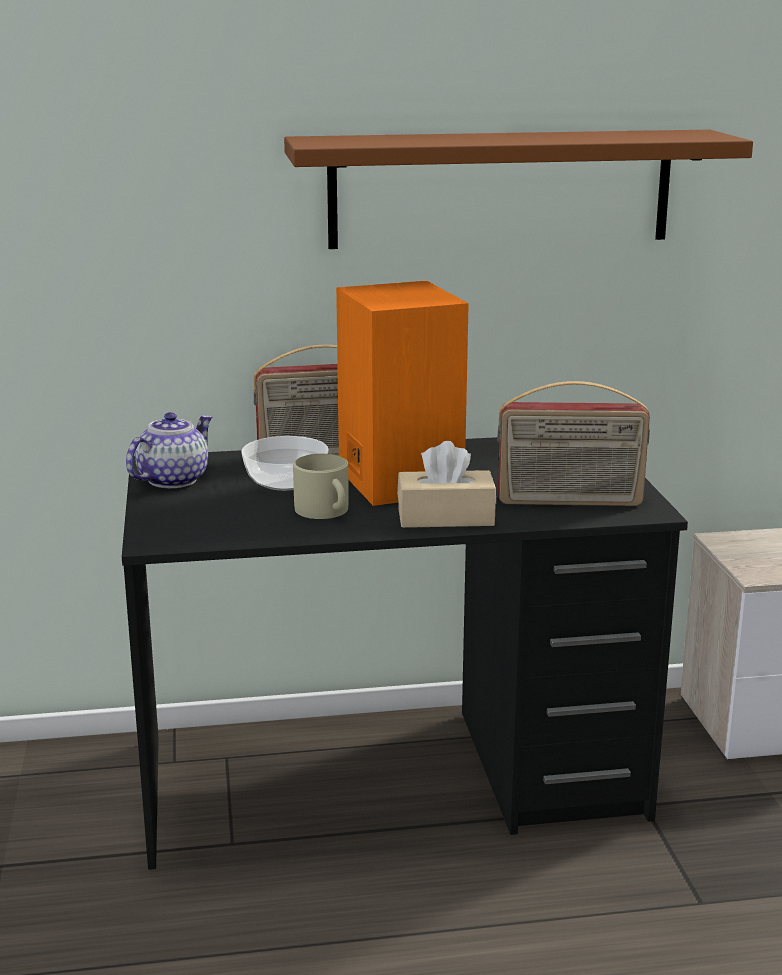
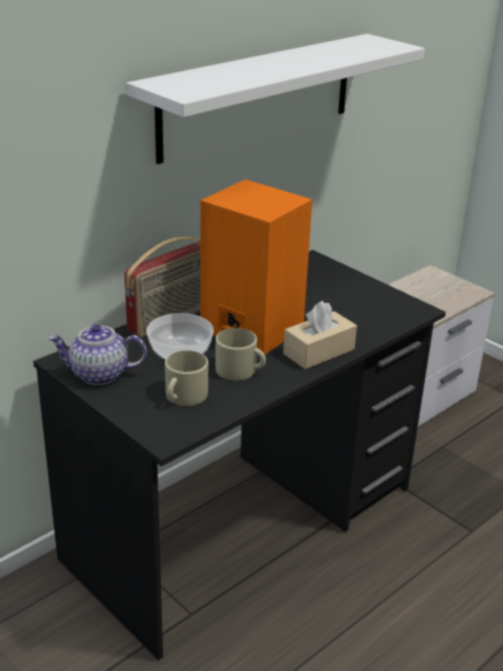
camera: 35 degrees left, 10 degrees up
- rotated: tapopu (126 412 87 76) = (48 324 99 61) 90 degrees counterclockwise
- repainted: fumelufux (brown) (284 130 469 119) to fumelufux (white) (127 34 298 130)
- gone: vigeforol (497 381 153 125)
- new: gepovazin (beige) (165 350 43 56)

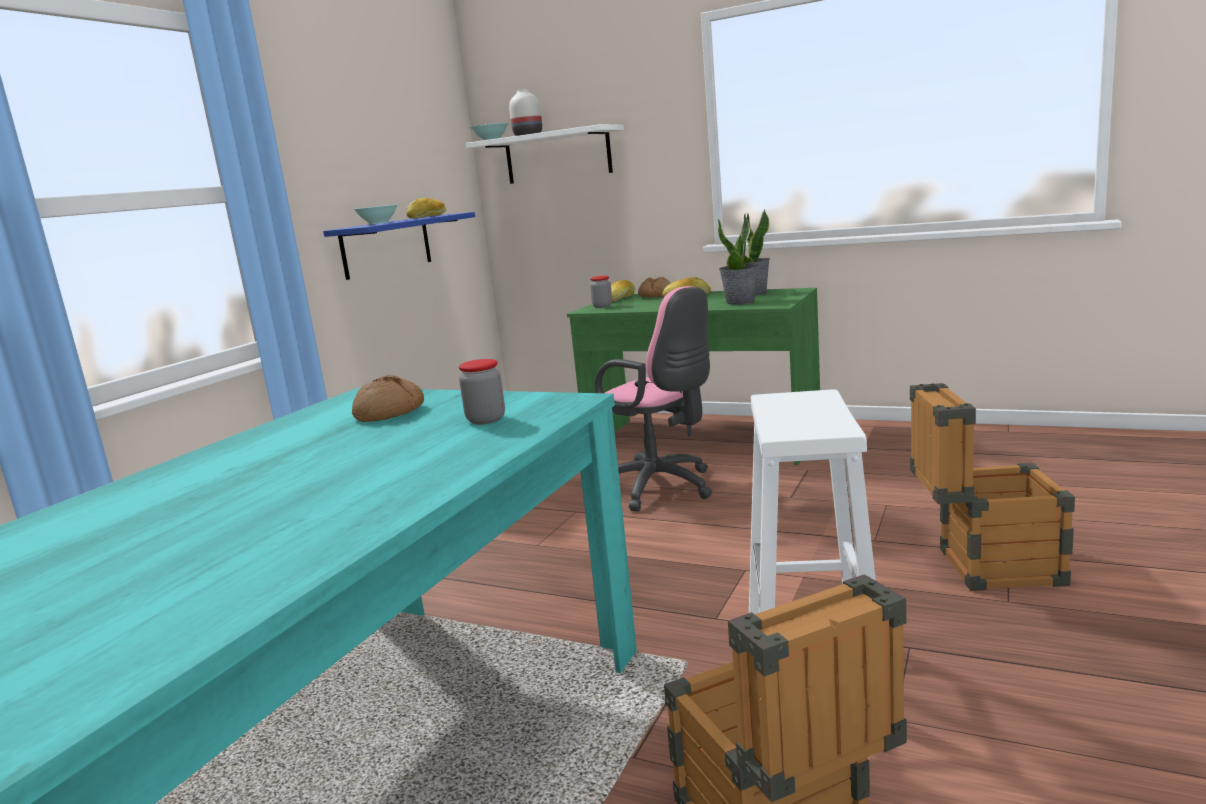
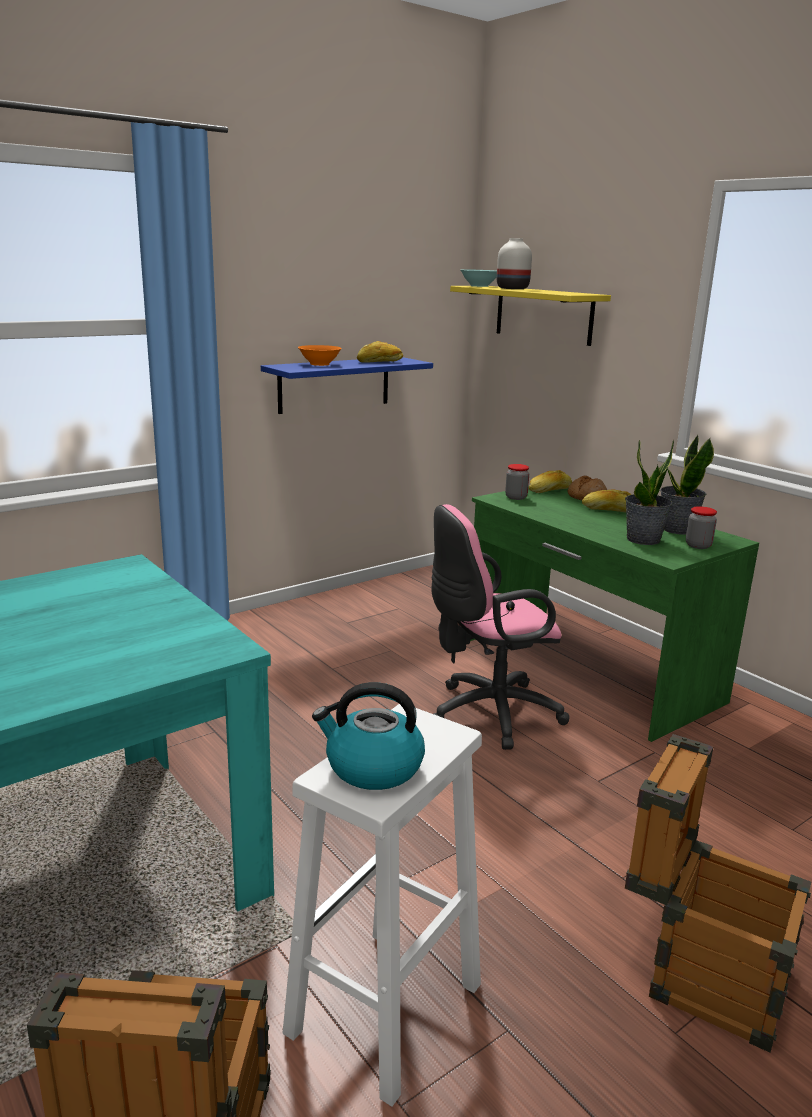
camera: 25 degrees right, 5 degrees up
- gone: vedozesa (352 375 72 47)
- repainted: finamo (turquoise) (354 204 44 21) to finamo (orange) (298 345 44 21)
- shifted: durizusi (459 359 46 66) to (686 506 31 43)
- repainted: fumelufux (white) (466 124 158 60) to fumelufux (yellow) (450 286 161 60)
- rotated: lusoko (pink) (595 286 117 225) = (431 504 139 246) 90 degrees clockwise
- new: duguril (312 682 113 108)

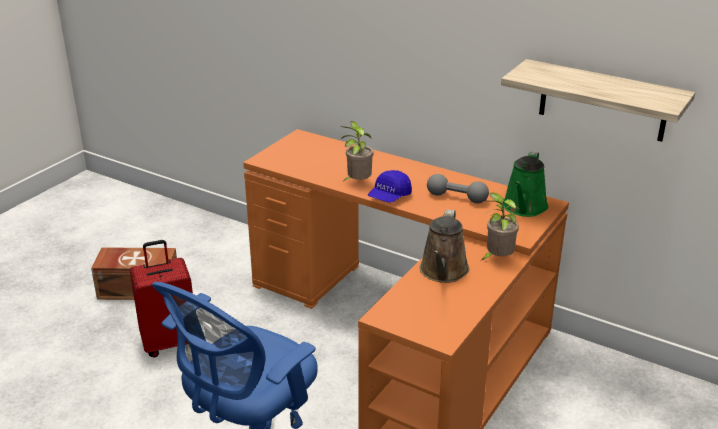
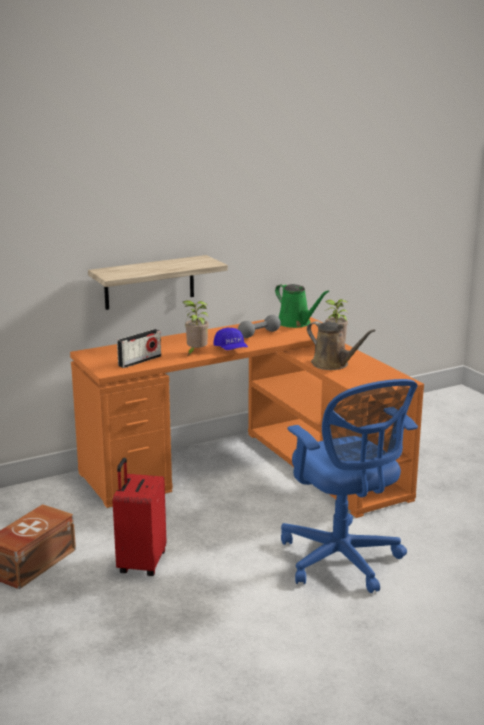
camera: 60 degrees left, 10 degrees down
- shifted: fumelufux (501 59 194 83) to (88 255 140 55)
- new: vigeforol (117 329 44 39)

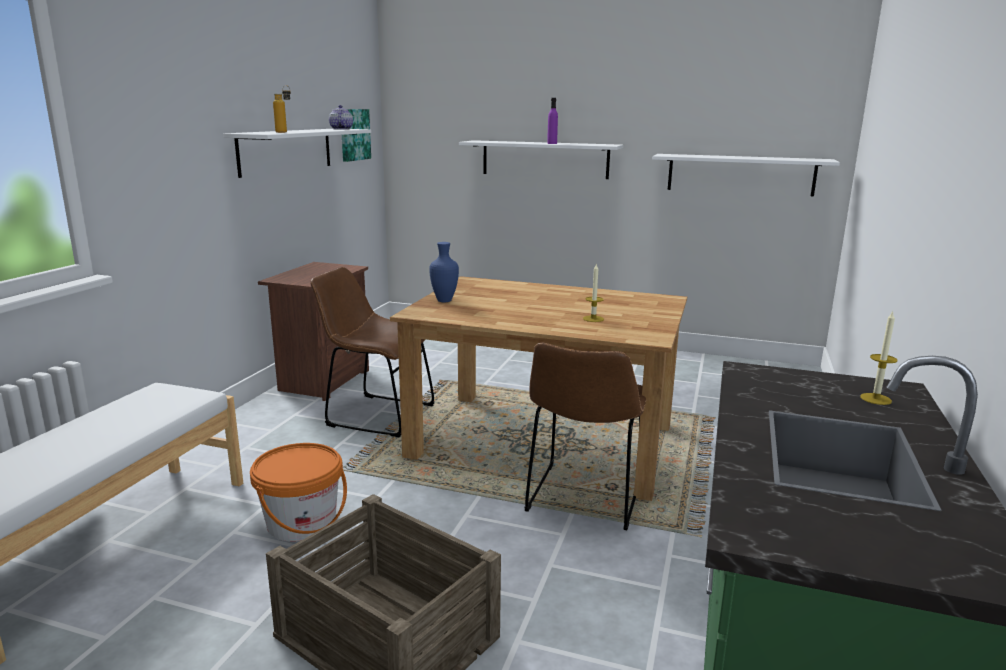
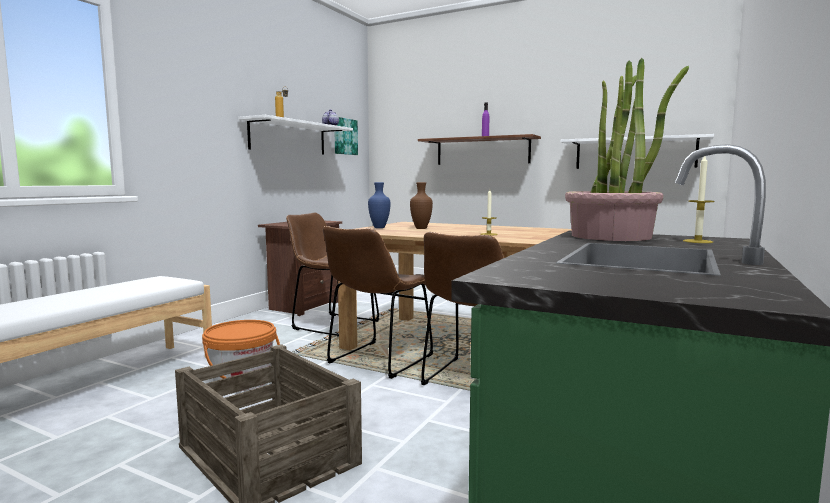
camera: 10 degrees right, 10 degrees down
- repainted: fumelufux (white) (459 140 164 39) to fumelufux (brown) (418 134 123 31)
- new: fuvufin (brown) (323 226 110 153)
- new: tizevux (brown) (410 182 23 47)
- new: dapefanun (565 58 124 183)

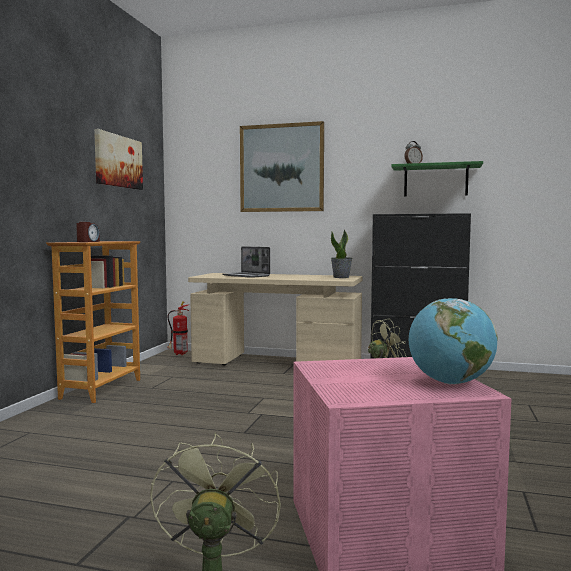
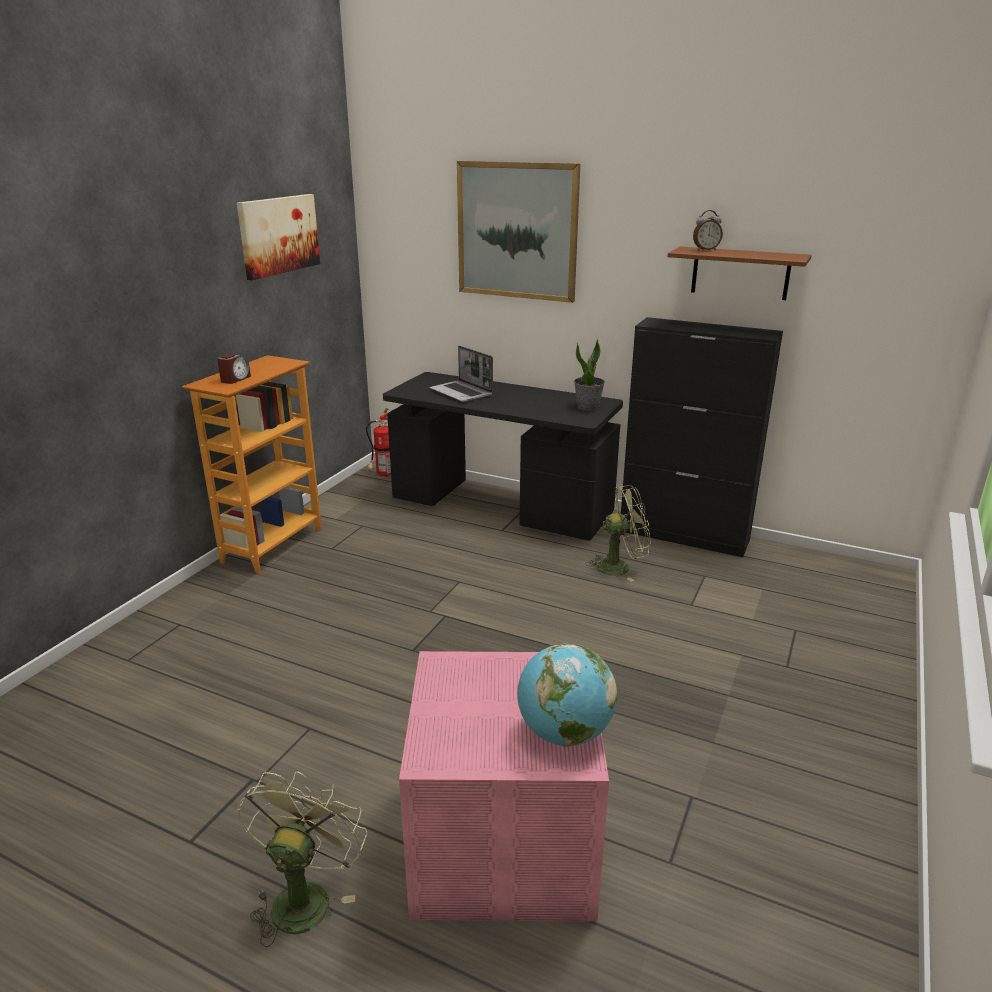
camera: 10 degrees right, 20 degrees up
- repainted: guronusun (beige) (188 273 175 92) to guronusun (black) (383 372 240 169)
- repainted: fumelufux (green) (391 161 92 36) to fumelufux (brown) (667 247 145 53)

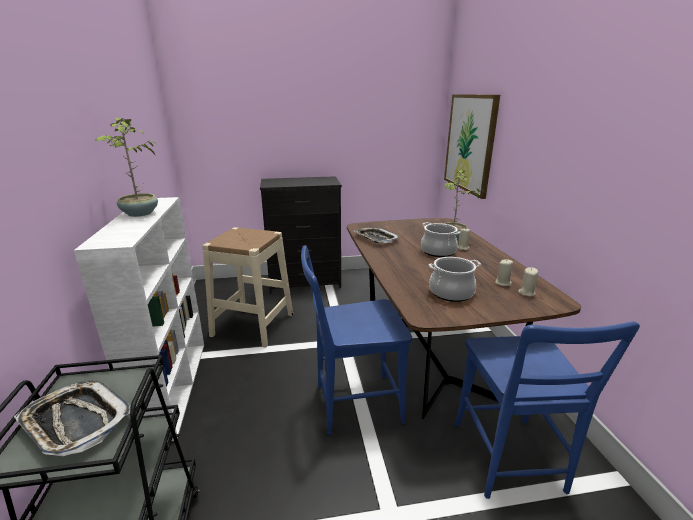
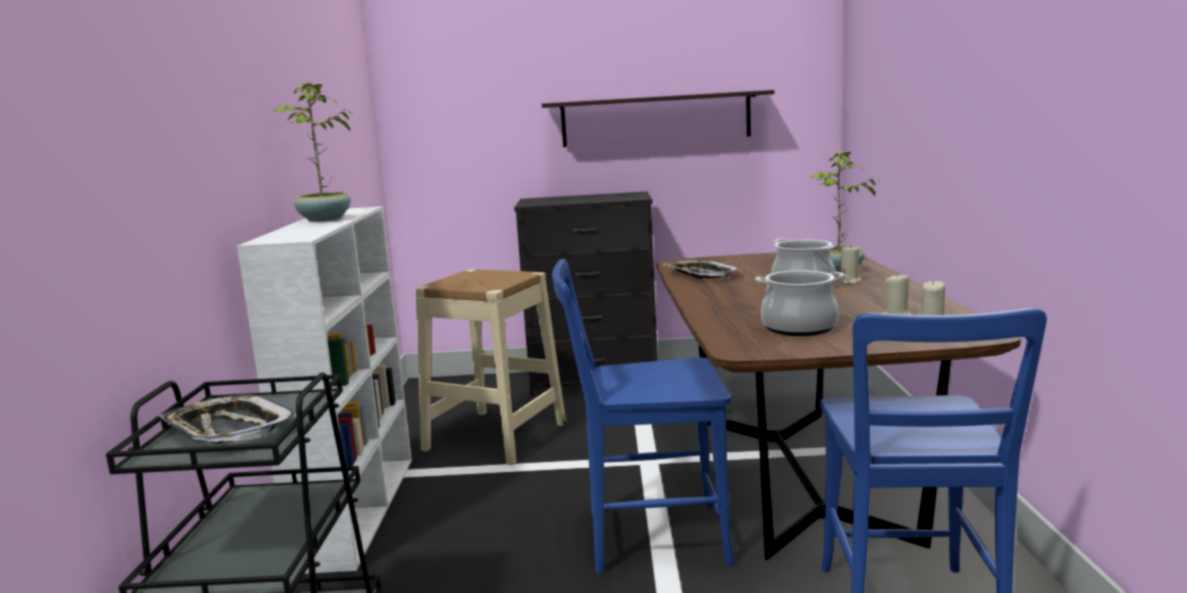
camera: 10 degrees right, 10 degrees down
- gone: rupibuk (444 94 56 105)
- new: fumelufux (542 90 232 57)

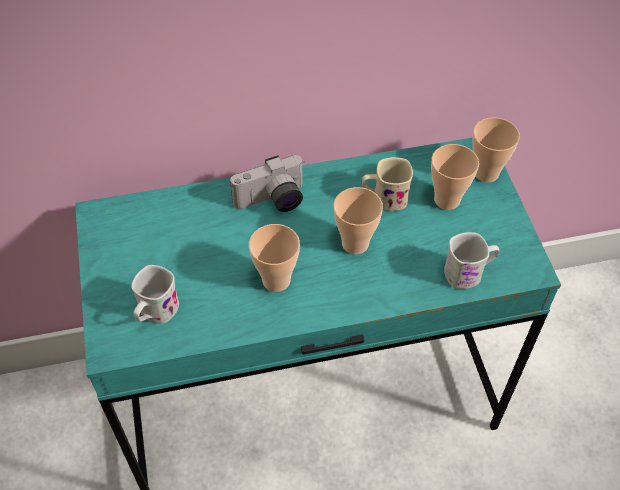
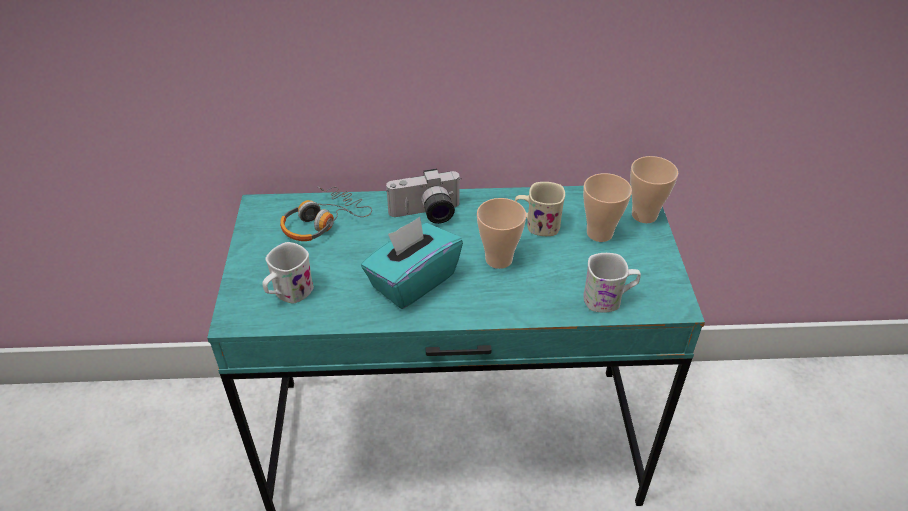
camera: 10 degrees right, 10 degrees down
- swapped: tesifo (249 224 51 68) to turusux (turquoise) (361 217 102 92)
- new: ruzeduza (280 187 92 54)

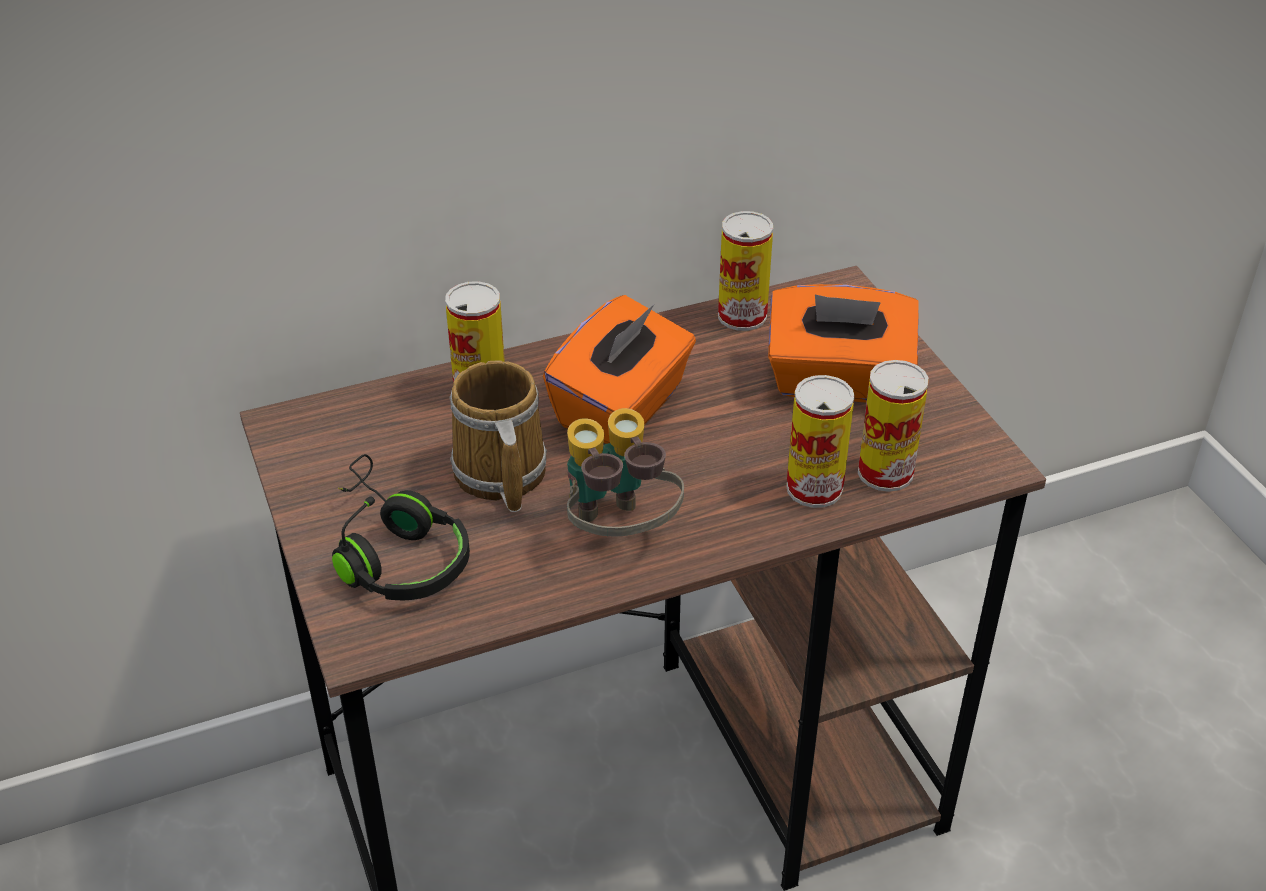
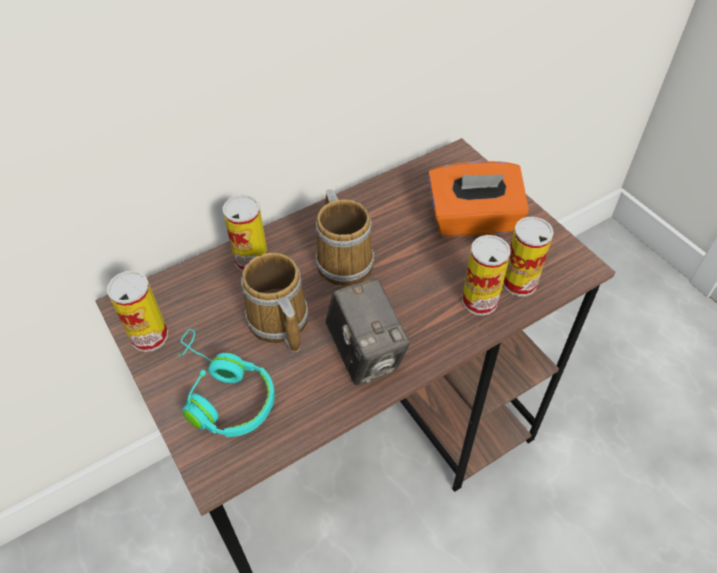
camera: 10 degrees left, 10 degrees up
- repainted: ruzeduza (black) (332 454 138 147) to ruzeduza (turquoise) (176 329 99 108)
- swapped: turusux (orange) (543 295 153 149) to gepovazin (316 189 59 97)
- swapped: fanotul (567 408 117 128) to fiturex (326 278 84 107)
- shifted: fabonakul (718 211 55 120) to (107 270 61 82)

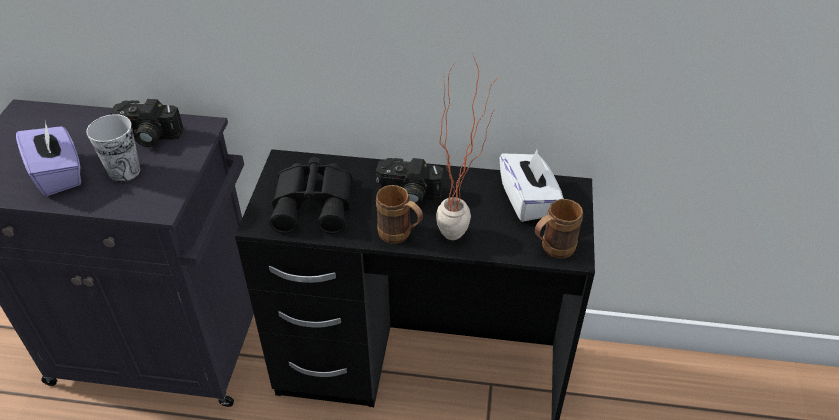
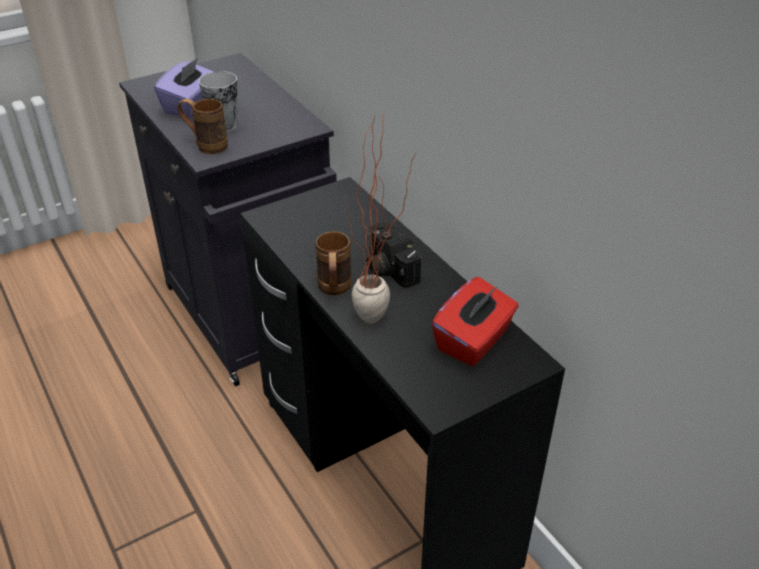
camera: 50 degrees right, 5 degrees down
- gone: fiturex (110 99 74 48)
- gone: fanotul (black) (270 157 83 77)
- repainted: turusux (white) (499 149 65 73) to turusux (red) (432 277 87 89)
- shifted: gepovazin (brown) (535 199 48 59) to (177 99 51 55)

